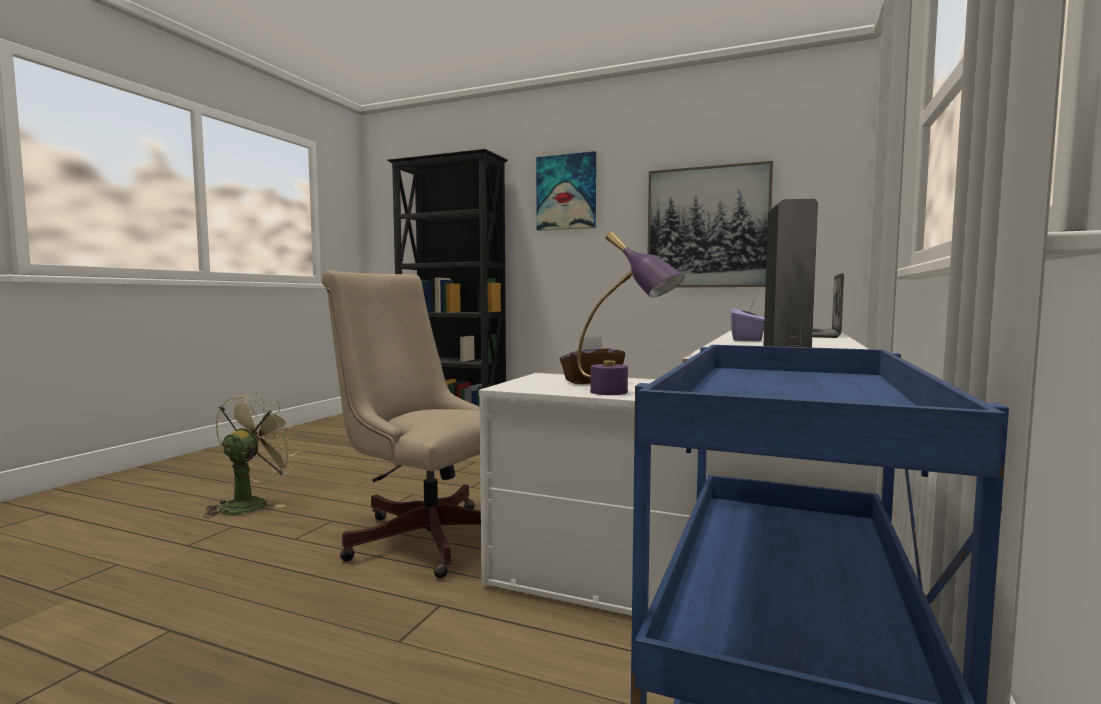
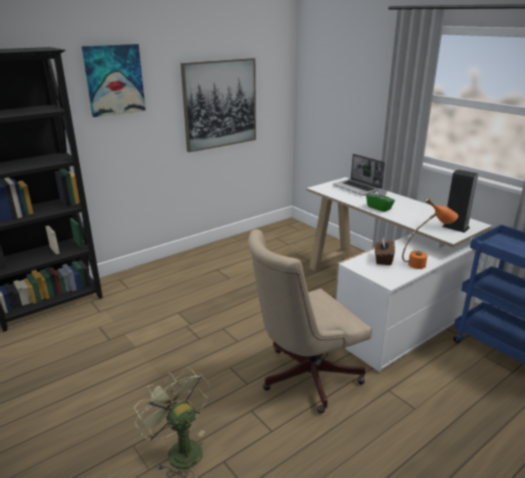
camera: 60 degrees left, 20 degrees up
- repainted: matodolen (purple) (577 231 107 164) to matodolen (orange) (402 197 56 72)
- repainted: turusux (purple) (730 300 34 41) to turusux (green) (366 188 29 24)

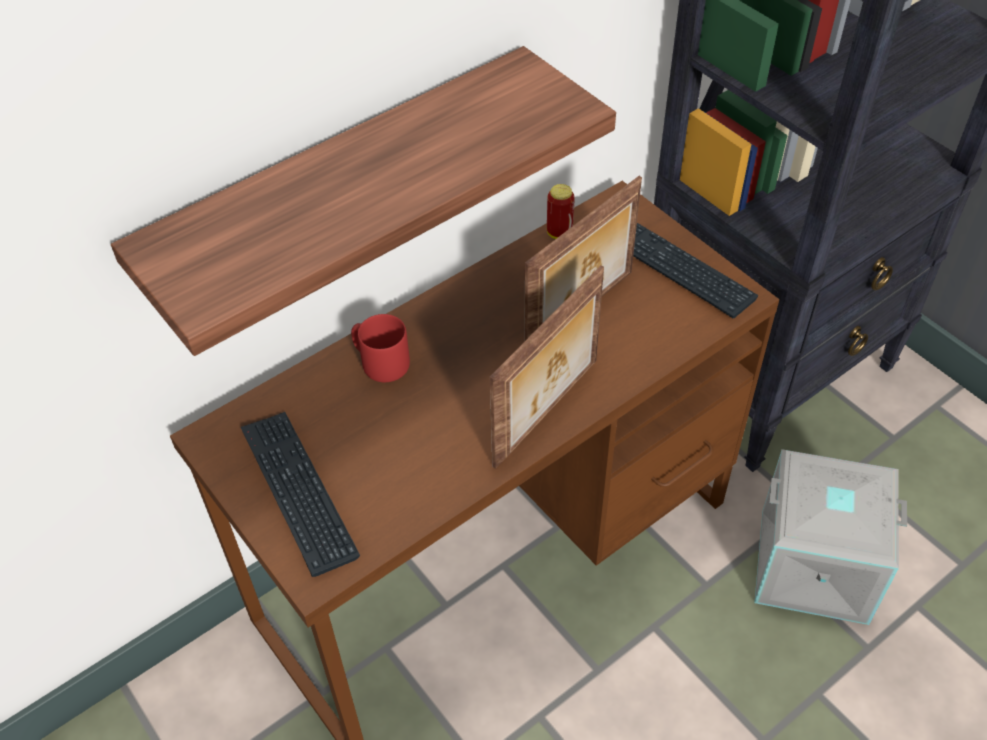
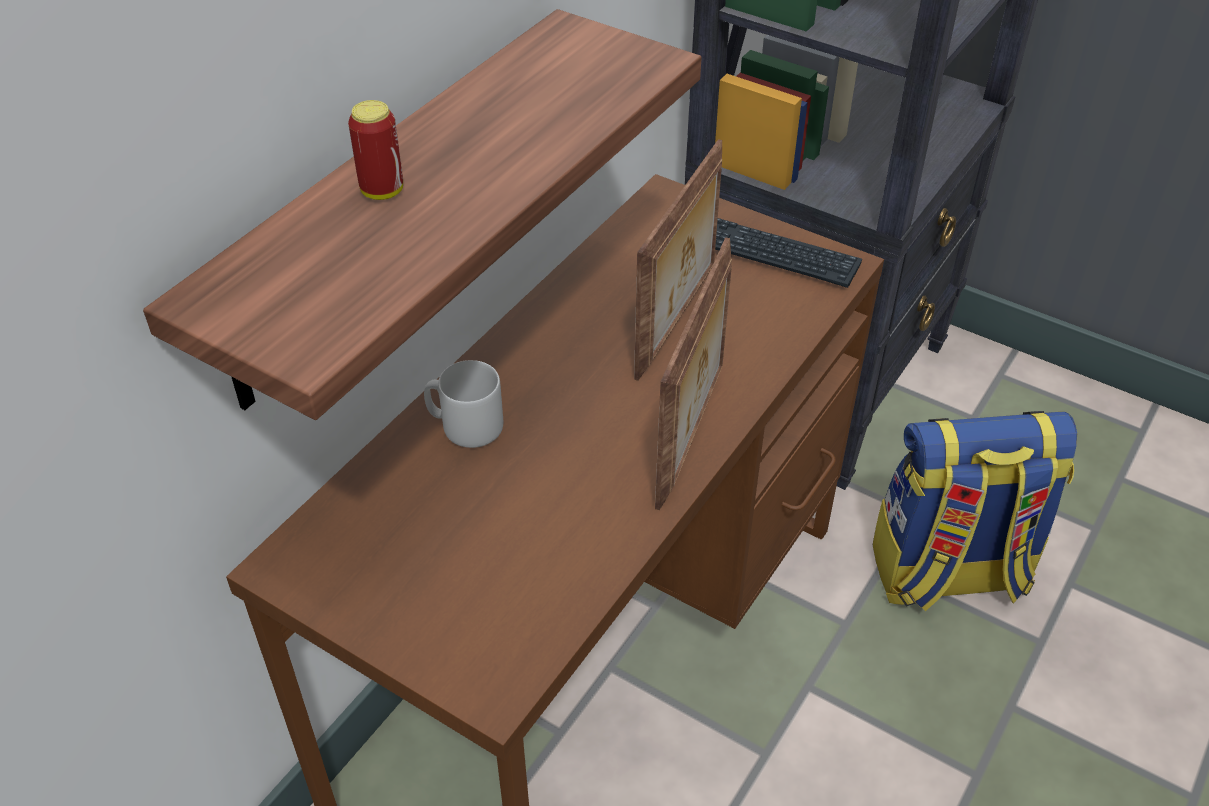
camera: 20 degrees left, 5 degrees down
- gone: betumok (240 412 120 165)
- repainted: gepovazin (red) (351 314 59 68) to gepovazin (grey) (424 360 79 88)
- shifted: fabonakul (547 184 28 55) to (348 100 55 100)
- swapped: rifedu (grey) (754 449 153 176) to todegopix (873 411 204 200)

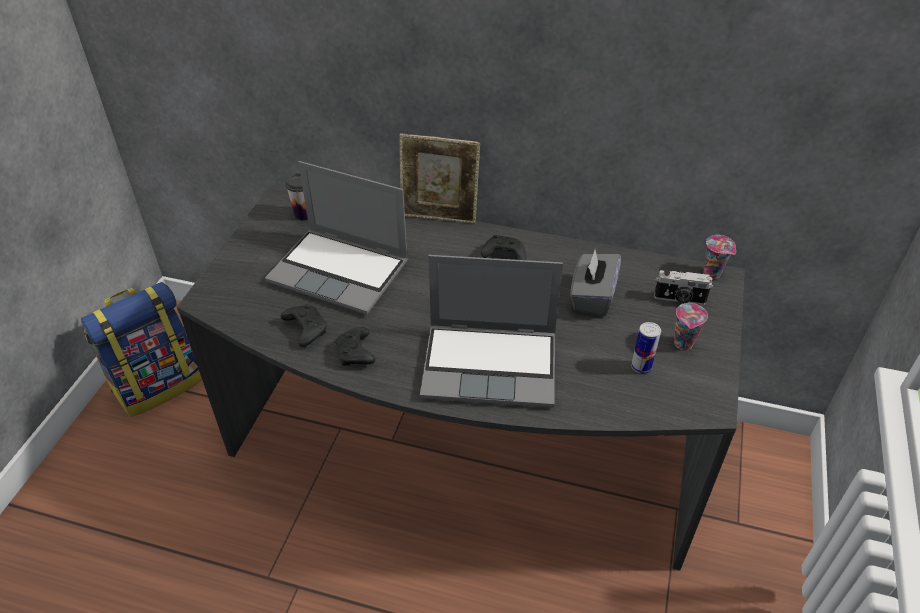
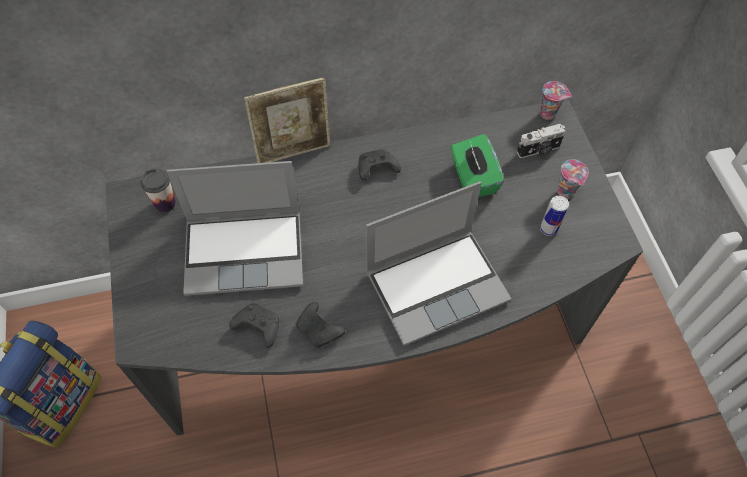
camera: 30 degrees left, 15 degrees up
- repainted: turusux (grey) (570 250 51 66) to turusux (green) (451 134 53 63)

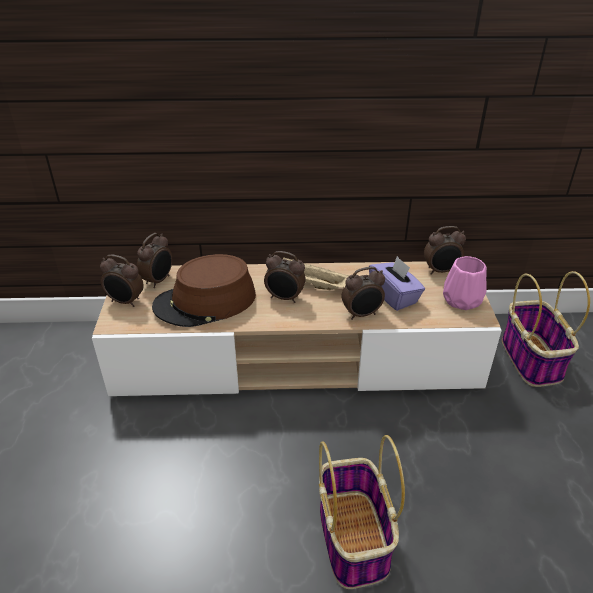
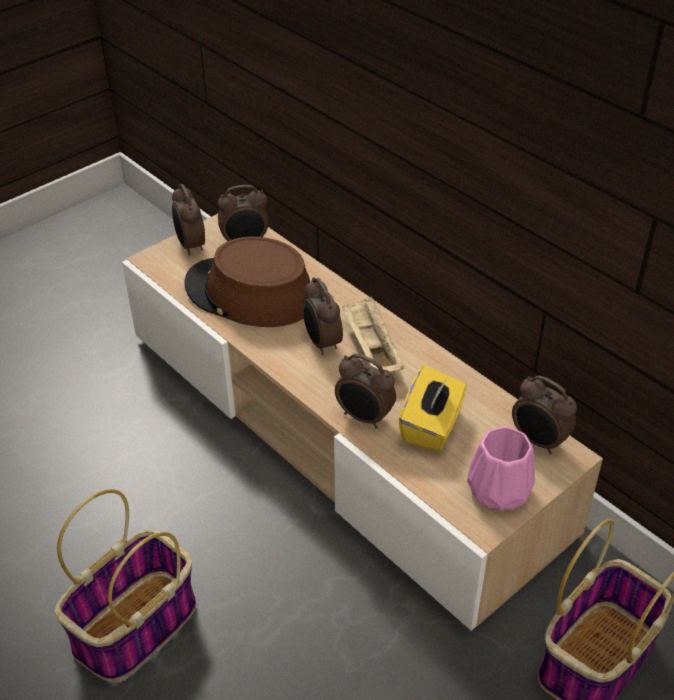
camera: 50 degrees right, 5 degrees up
- repainted: turusux (purple) (369 256 56 55) to turusux (yellow) (399 365 68 86)

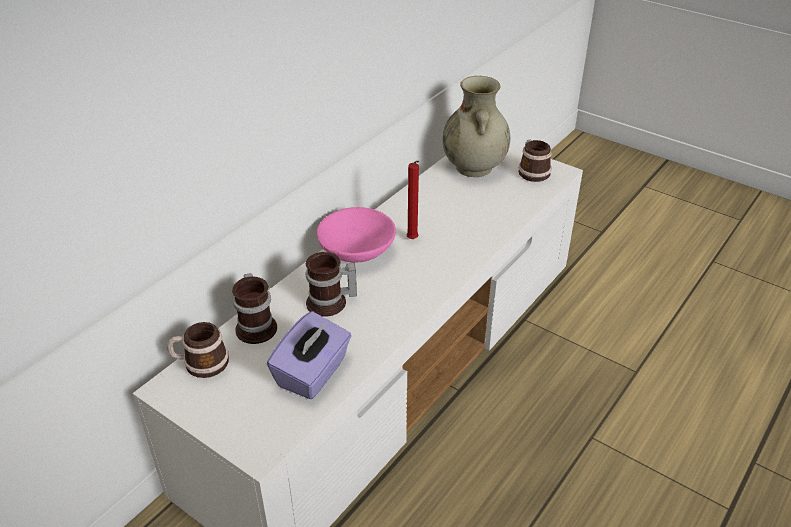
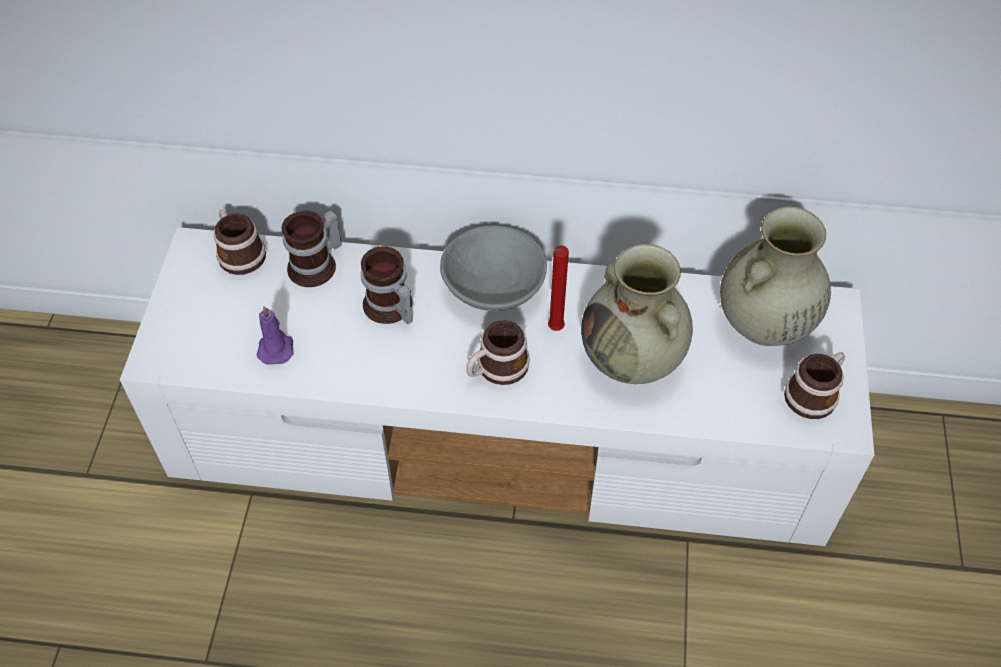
camera: 60 degrees right, 15 degrees up
- swapped: turusux (purple) (267 311 85 88) to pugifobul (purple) (257 306 37 58)
- repainted: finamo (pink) (317 207 79 56) to finamo (grey) (440 225 107 86)
- new: gepovazin (466 320 64 65)
- new: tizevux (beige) (581 244 112 140)

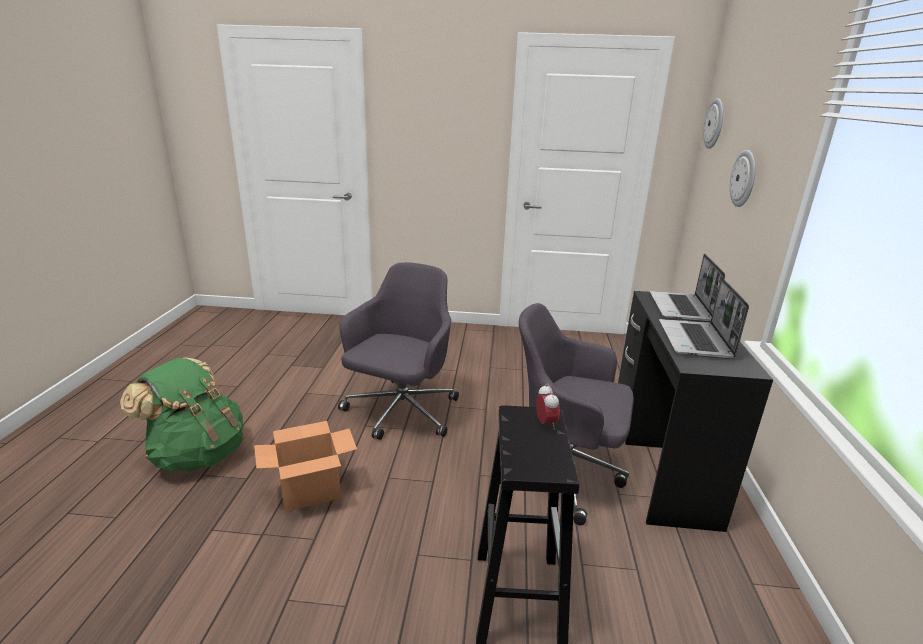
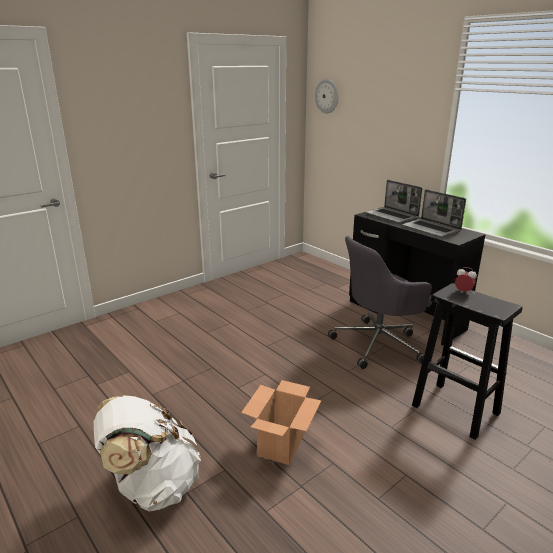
camera: 45 degrees left, 0 degrees up
- repainted: todegopix (green) (120 358 123 114) to todegopix (white) (94 395 107 116)
- gone: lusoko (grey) (338 262 121 178)
- gone: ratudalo (730 150 26 57)

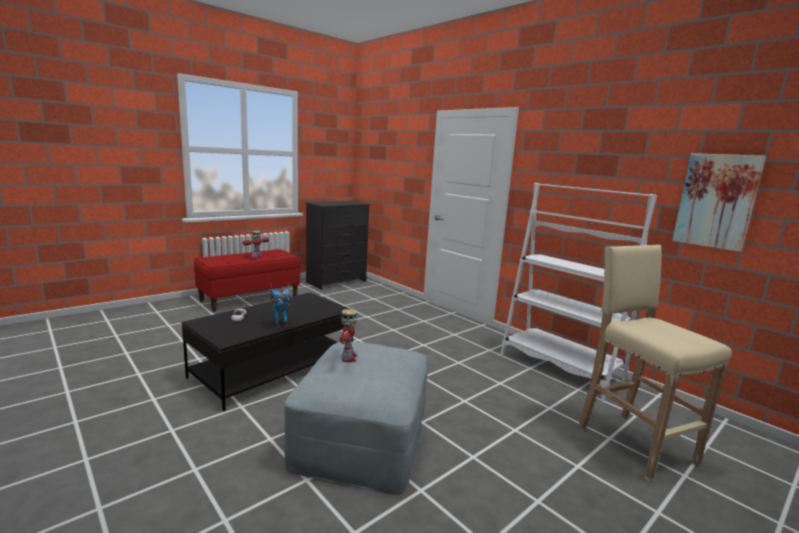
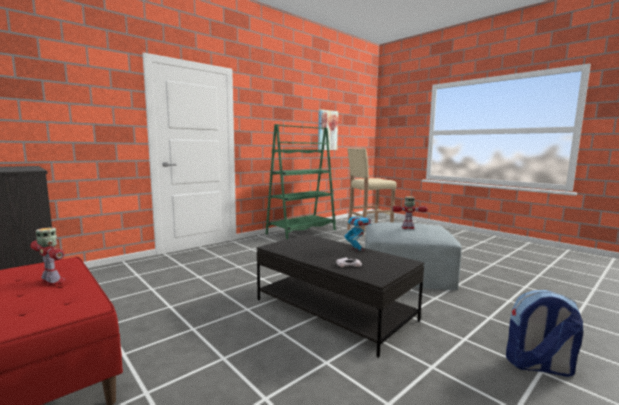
camera: 90 degrees left, 5 degrees down
- repainted: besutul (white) (500 183 157 218) to besutul (green) (266 124 70 115)
- new: todegopix (506 290 77 87)

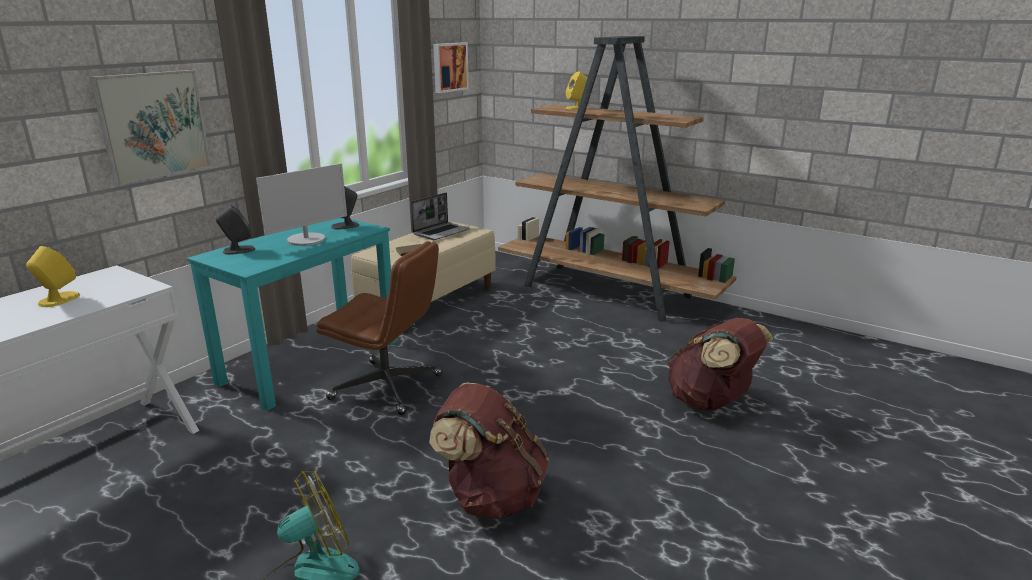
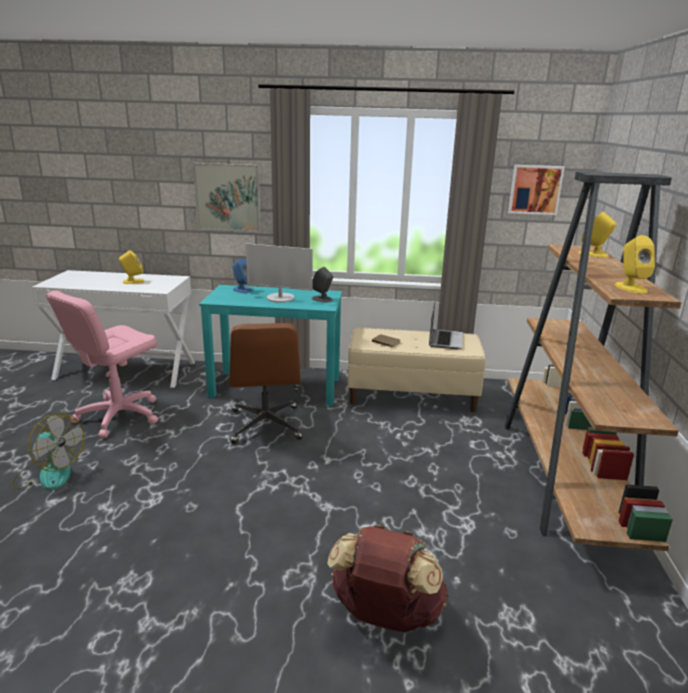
camera: 60 degrees right, 0 degrees up
- repainted: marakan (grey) (216 205 39 50) to marakan (blue) (232 258 21 35)
- rotated: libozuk (411 193 59 47) = (429 303 34 46) 90 degrees counterclockwise
- gone: todegopix (brown) (429 383 120 136)
- new: lusoko (pink) (46 291 112 147)
- new: marakan (yellow) (615 235 40 58)

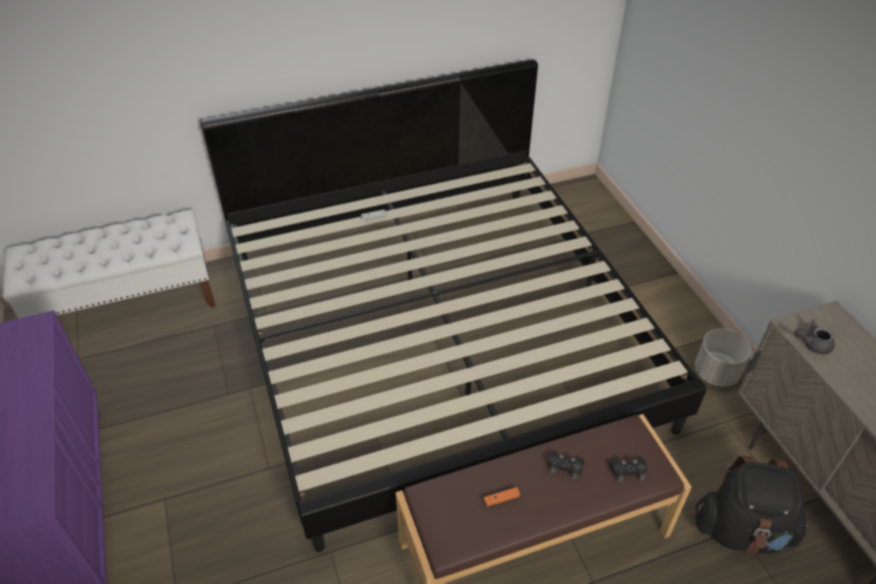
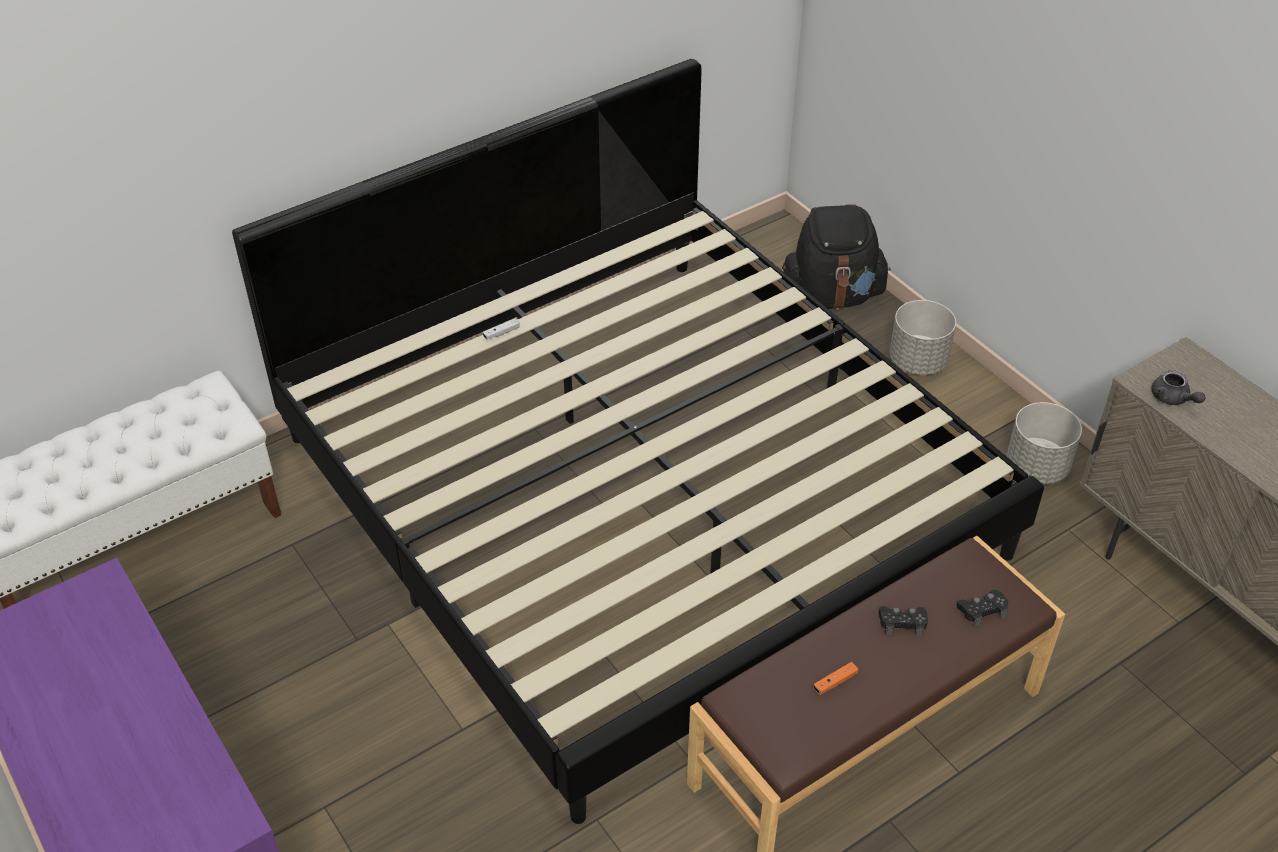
camera: 15 degrees left, 0 degrees up
- shifted: todegopix (black) (695 456 113 97) to (782 204 109 105)
- rotated: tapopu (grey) (794 319 41 35) = (1151 370 54 35) 105 degrees counterclockwise
- new: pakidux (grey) (890 300 66 75)

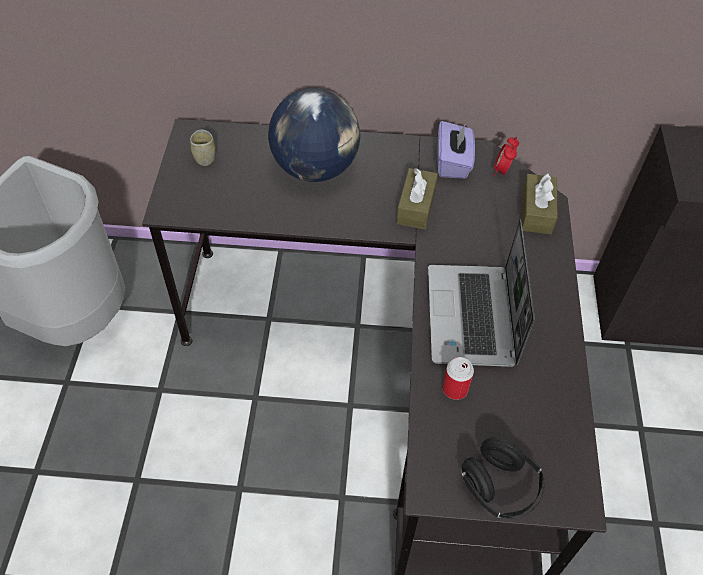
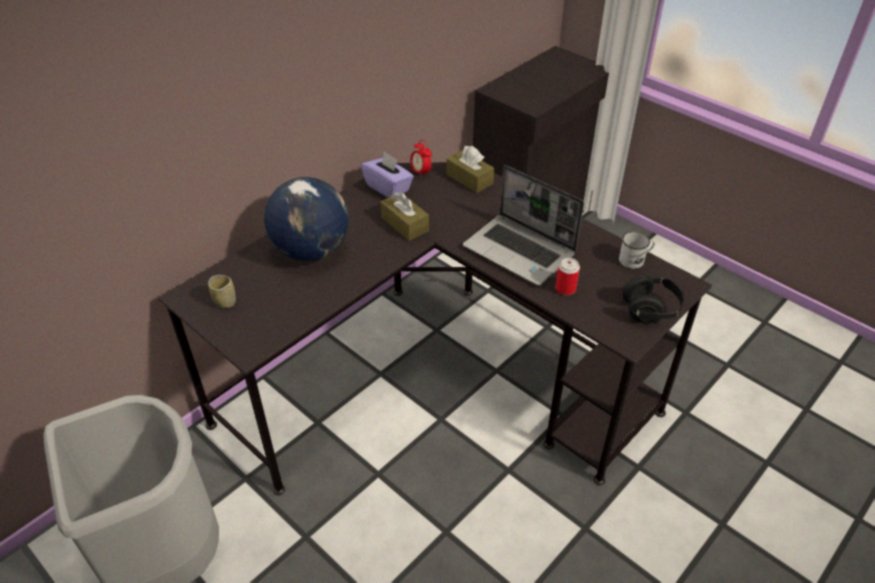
camera: 50 degrees left, 10 degrees down
- new: gepovazin (white) (619 231 36 38)

